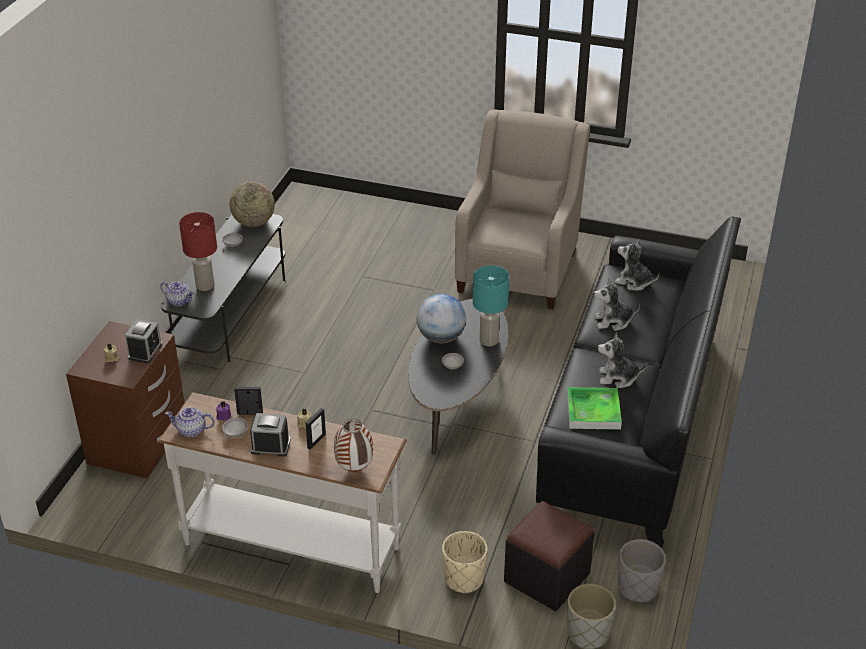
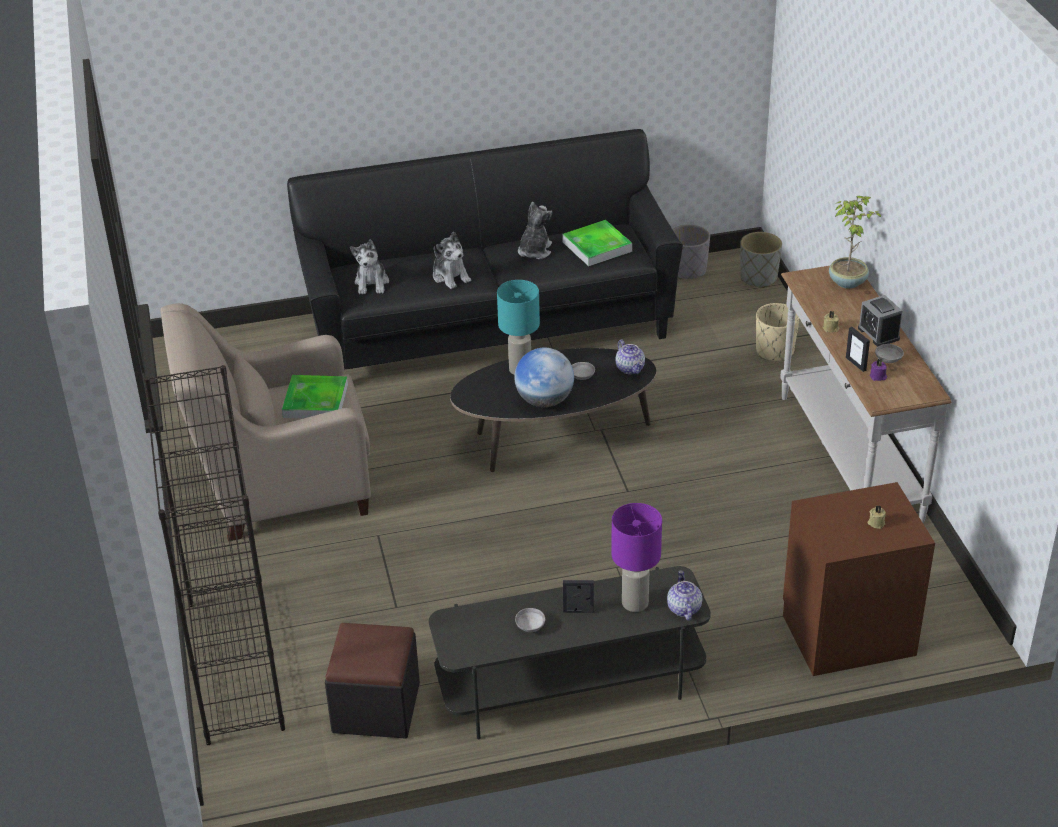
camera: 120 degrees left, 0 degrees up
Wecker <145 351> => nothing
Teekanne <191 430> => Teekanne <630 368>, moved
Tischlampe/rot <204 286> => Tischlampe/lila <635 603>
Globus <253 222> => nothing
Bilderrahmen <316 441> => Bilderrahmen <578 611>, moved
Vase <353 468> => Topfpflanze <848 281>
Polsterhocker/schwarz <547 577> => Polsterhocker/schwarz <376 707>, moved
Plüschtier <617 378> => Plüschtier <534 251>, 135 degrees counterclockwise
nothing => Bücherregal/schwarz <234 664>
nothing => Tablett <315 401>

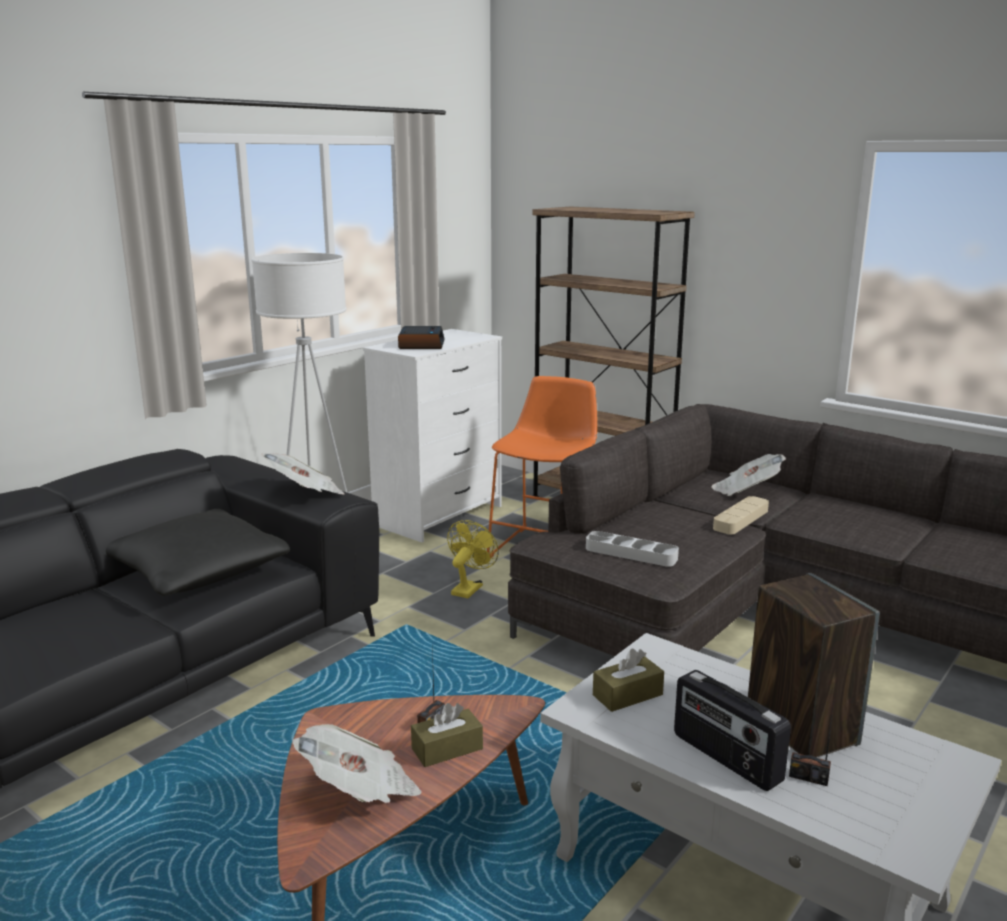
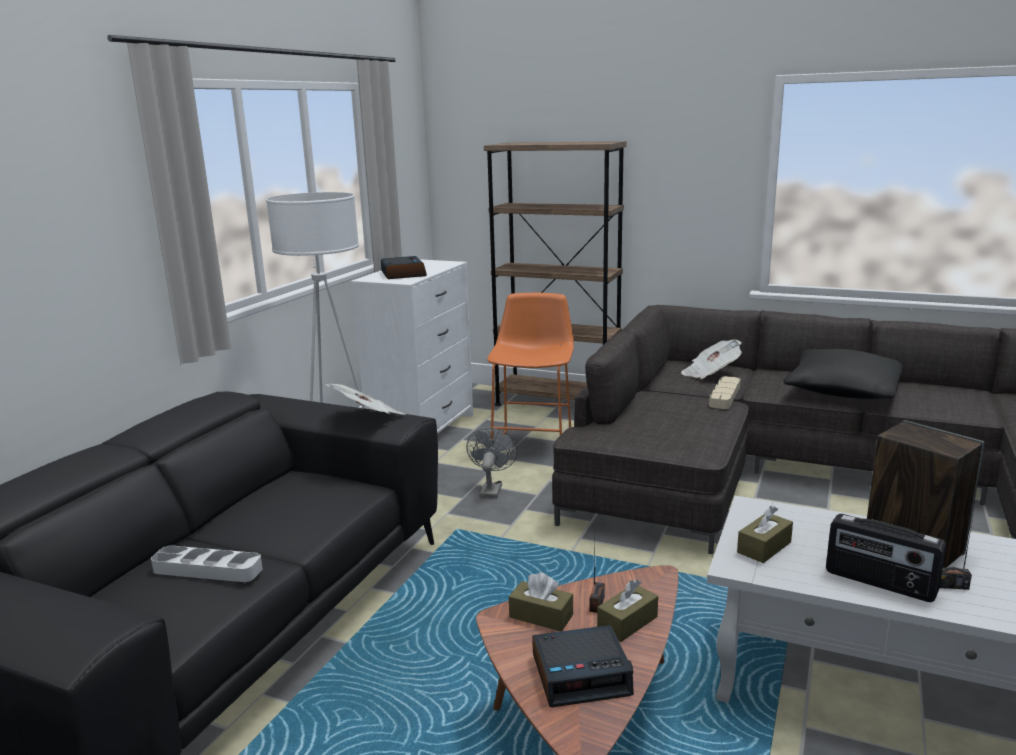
camera: 15 degrees left, 0 degrees up
Kissen/schwarz <198 573> => Kissen/schwarz <842 391>, moved
Zeitung <360 791> => Wecker <582 674>
Ventilator/gelb <469 588> => Ventilator/grau <491 489>
Tablett/grau <631 553> => Tablett/grau <207 569>, moved
nothing => Taschentuchbox/braun <541 616>

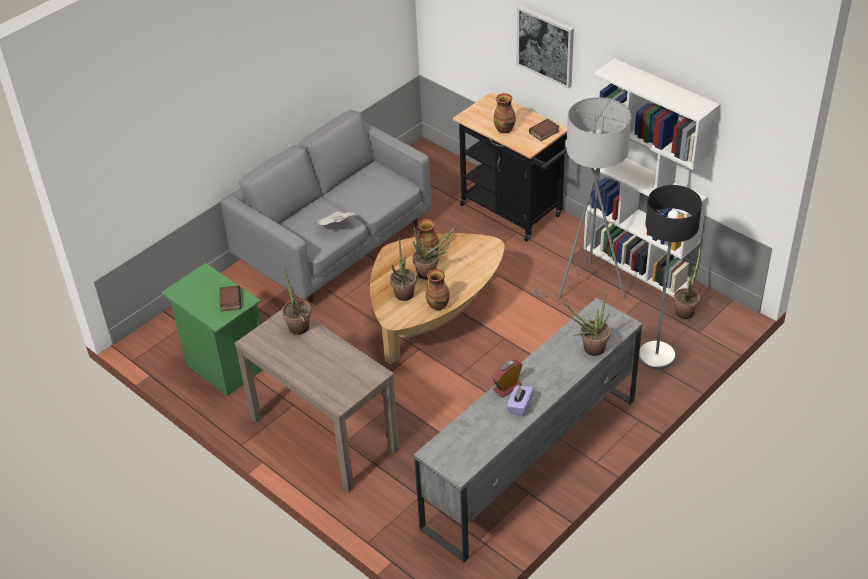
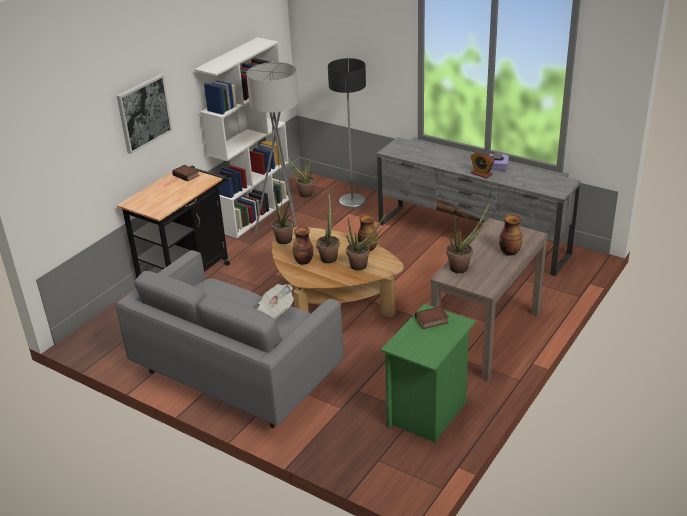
camera: 100 degrees left, 10 degrees down
Vase <504 129> => Vase <509 252>, moved
Topfpflanze <589 349> => Topfpflanze <285 242>, moved

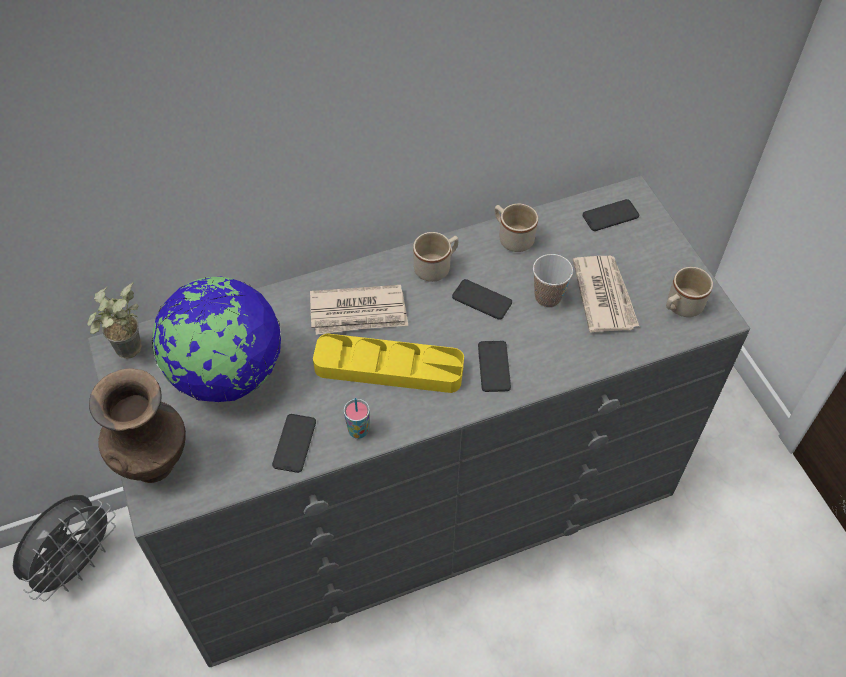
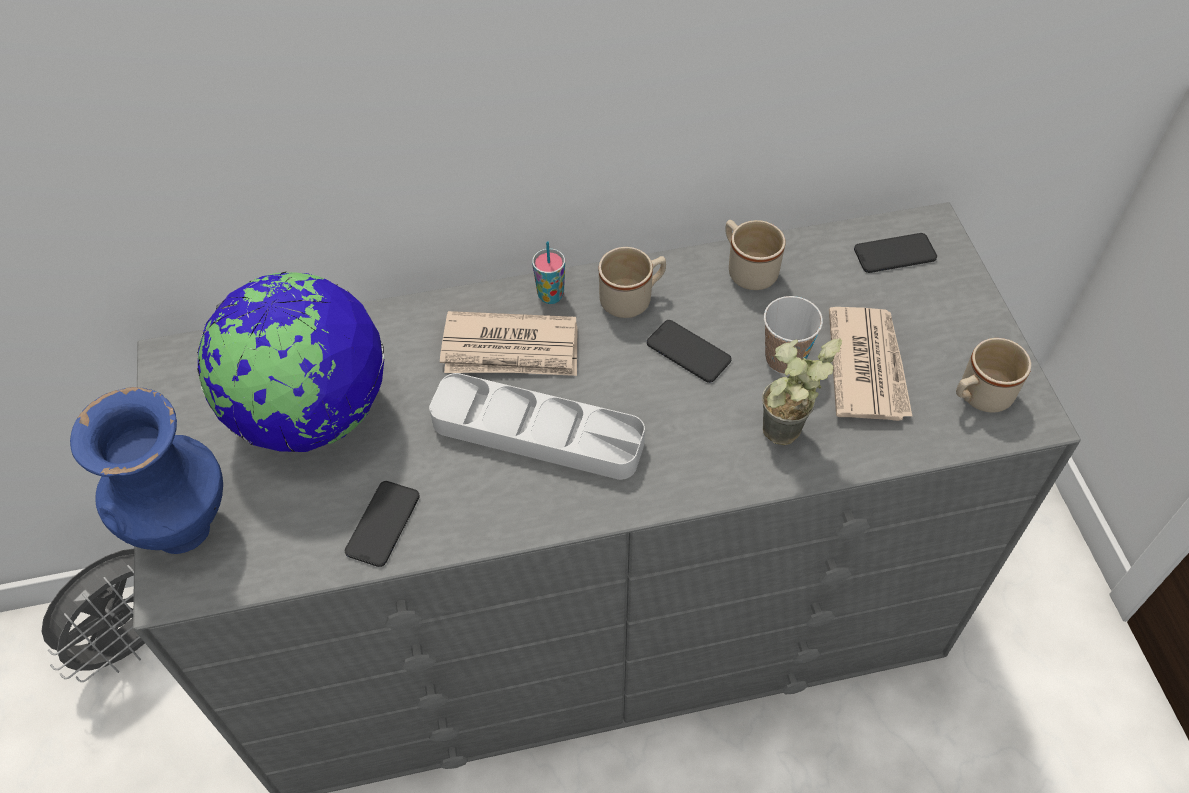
camera: 10 degrees right, 0 degrees up
Topfpflanze <129 355> => Topfpflanze <782 440>, moved
Vase/braun <154 462> => Vase/blau <184 525>
Tablett/gelb <389 368> => Tablett/grau <537 433>
Tasse <358 431> => Tasse <551 295>, moved
Handy <494 366> => nothing

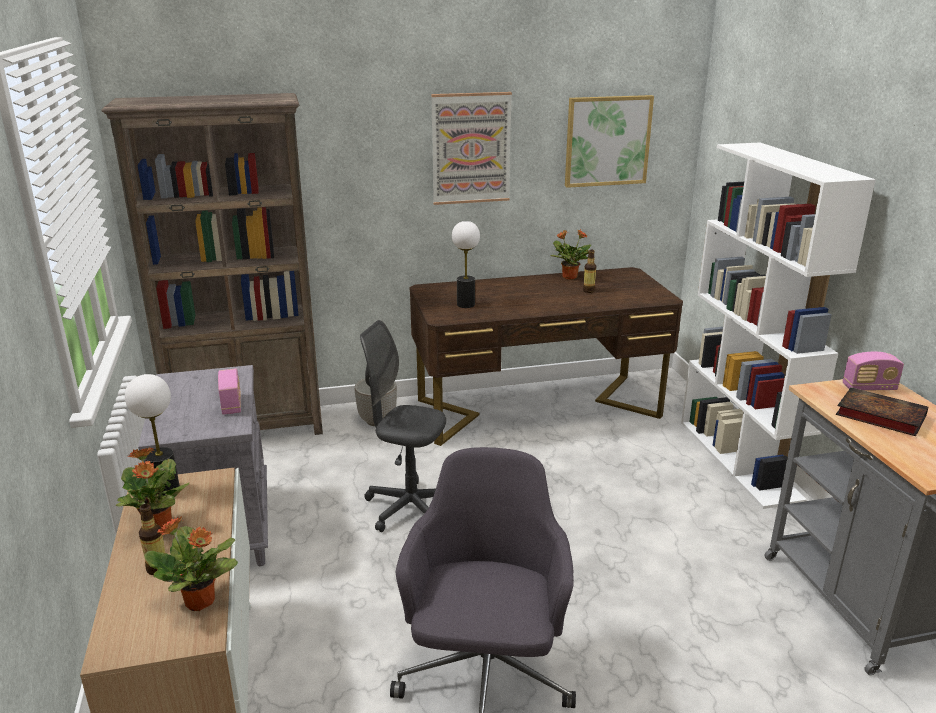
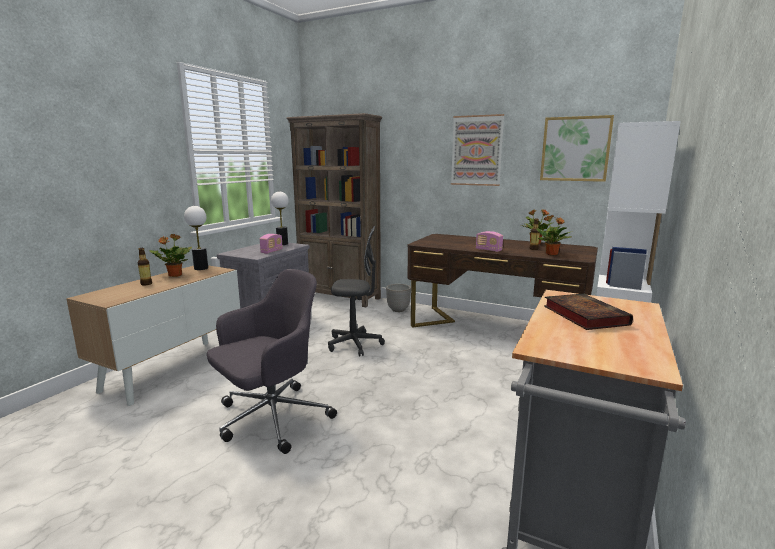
camera: 40 degrees right, 10 degrees down
Topfpflanze <200 602> => Topfpflanze <552 254>, moved
Bürostuhl/grau <409 508> => Bürostuhl/grau <355 344>, 120 degrees clockwise
Tischlampe <465 304> => Tischlampe <282 244>, moved
Radio <869 388> => Radio <488 250>, moved

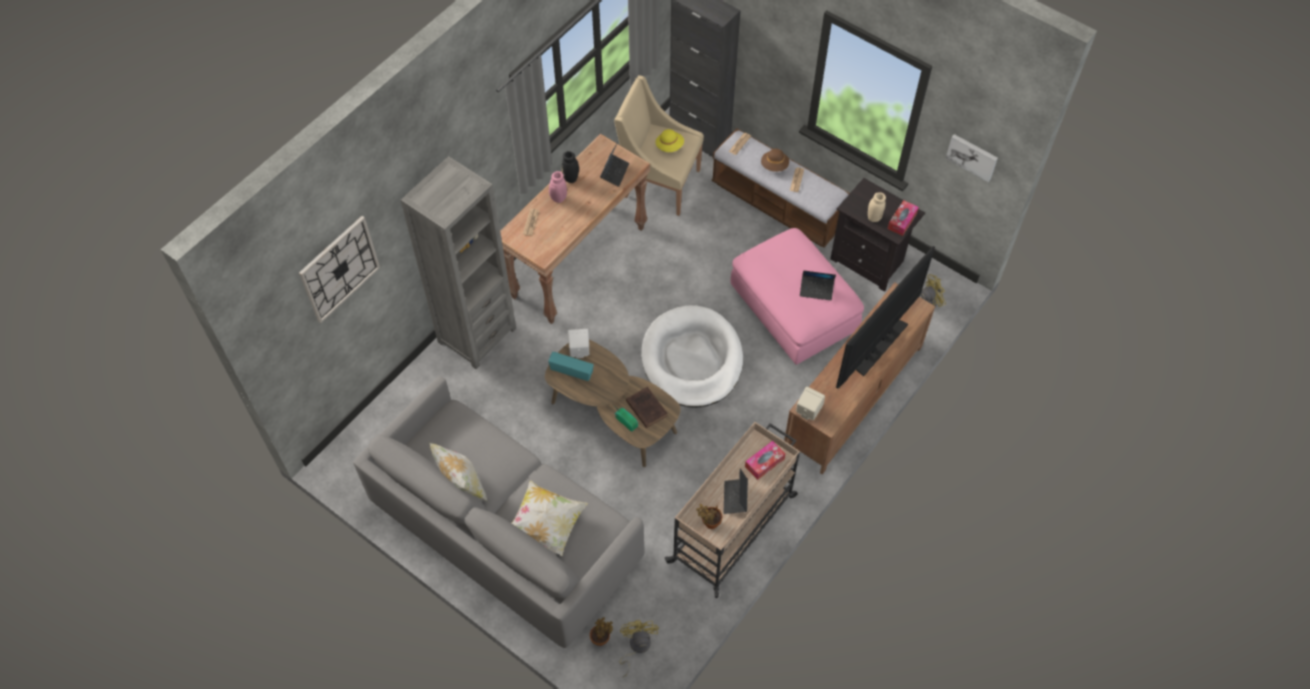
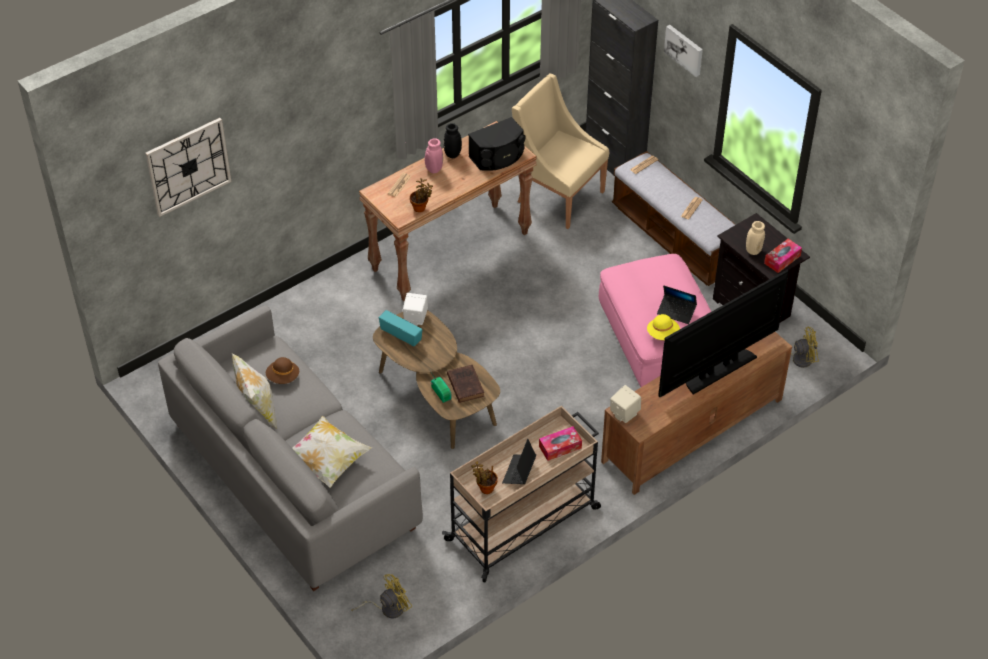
camera: 15 degrees right, 10 degrees down
Bücherregal/grau <477 335> => nothing
Topfpflanze <601 639> => Topfpflanze <420 207>, moved
Laptop <614 172> => Lautsprecher/schwarz <498 157>
Ventilator/gelb <636 647> => Ventilator/gelb <387 608>, 45 degrees clockwise
Hundebett/weiß <692 359> => nothing
Hut/gelb <669 146> => Hut/gelb <663 334>, moved
Hut/braun <774 166> => Hut/braun <283 377>, moved
Bild <972 156> => Bild <684 50>, moved

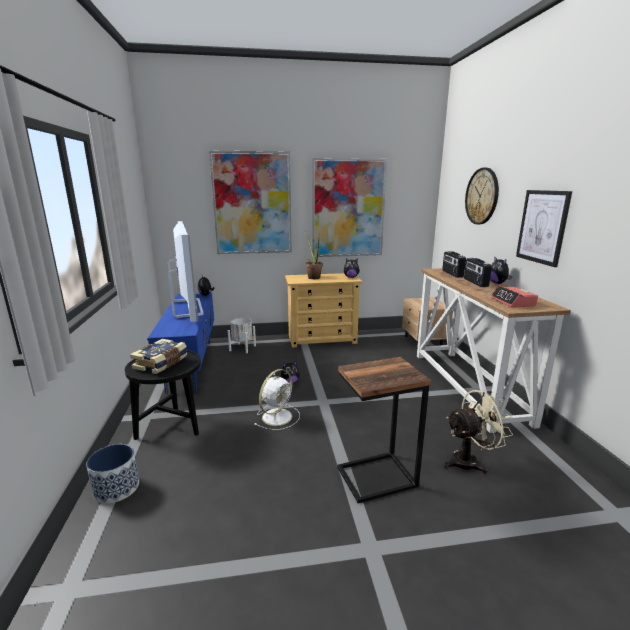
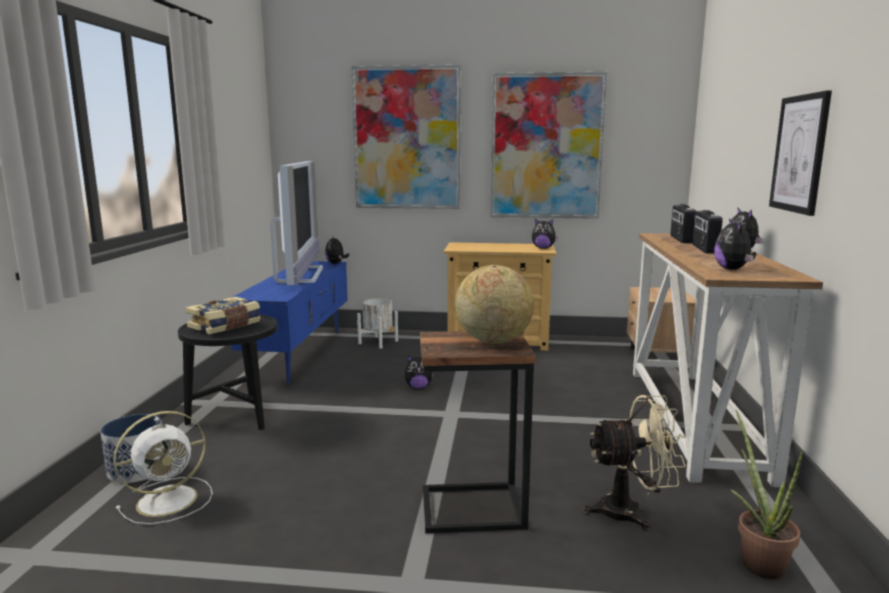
camera: 15 degrees right, 5 degrees down
Ventilator/weiß <278 416> => Ventilator/weiß <170 500>, moved
Topfpflanze <312 277> => Topfpflanze <757 561>, moved
Wanduhr <482 196> => nothing
Wecker <513 302> => Plüschtier <733 269>
nothing => Globus <493 341>

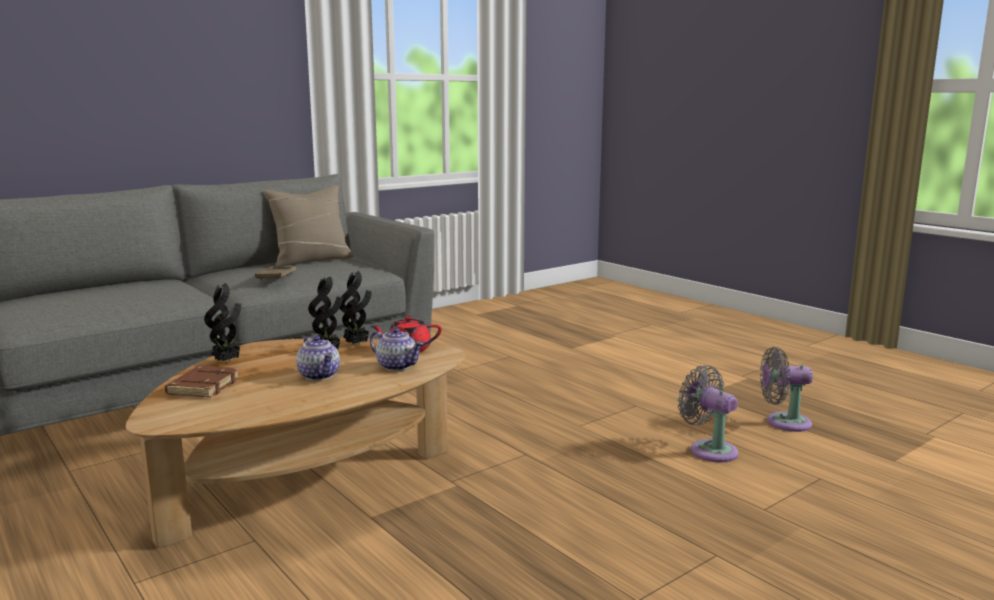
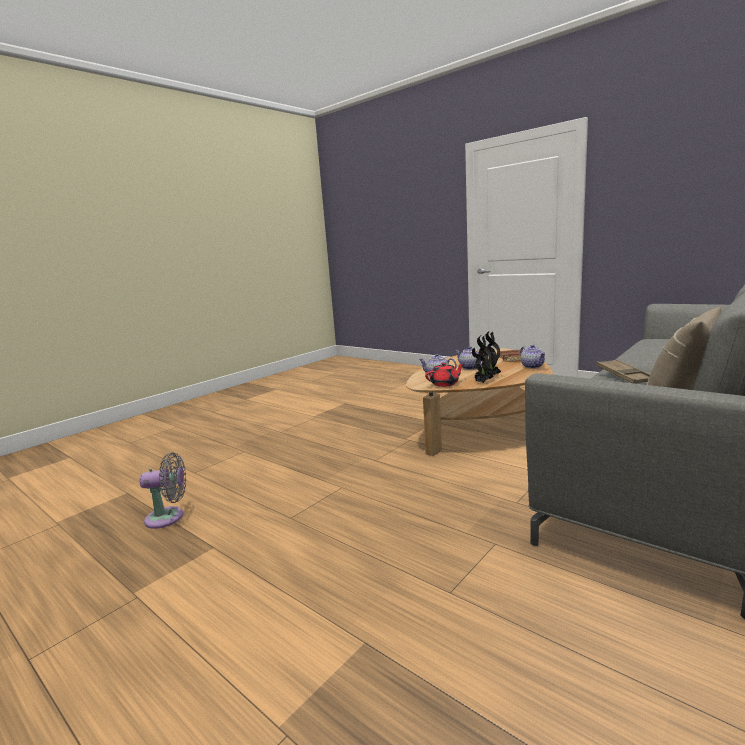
camera: 170 degrees right, 0 degrees up
Topfpflanze <227 361> => Teekanne <533 366>
Ventilator/grau <709 450> => nothing

